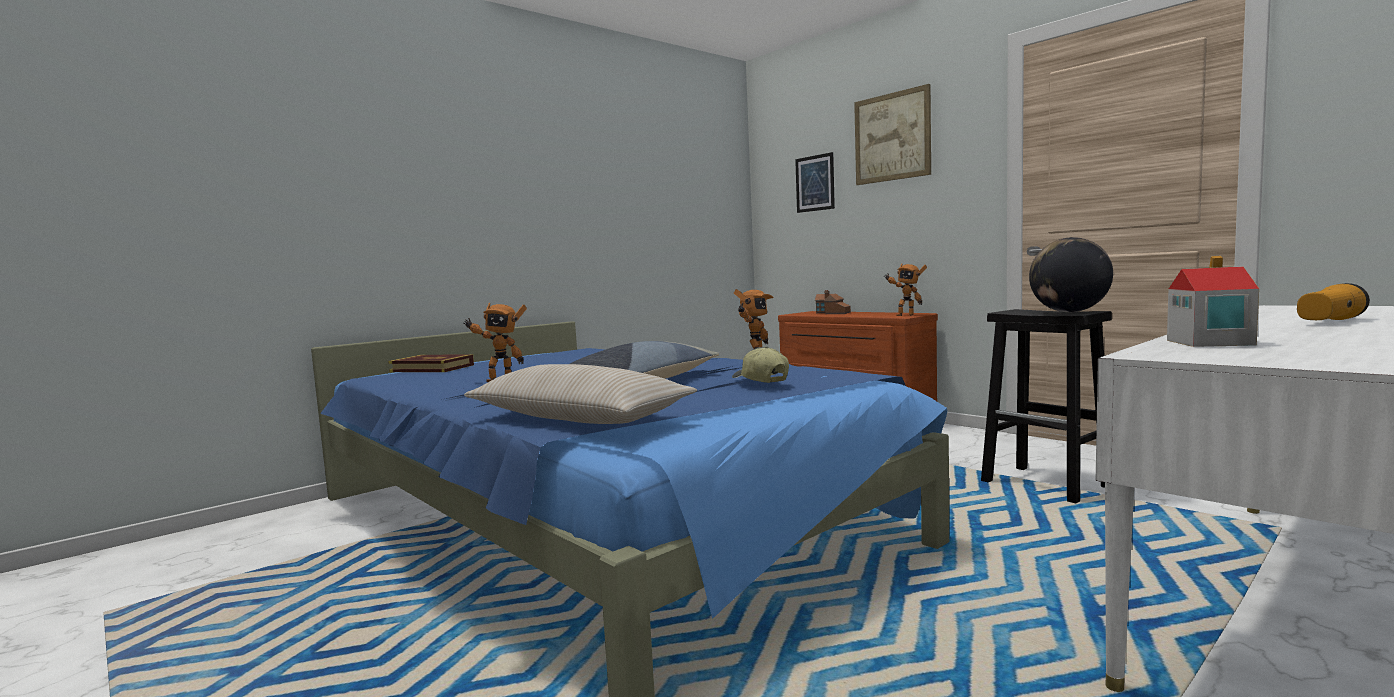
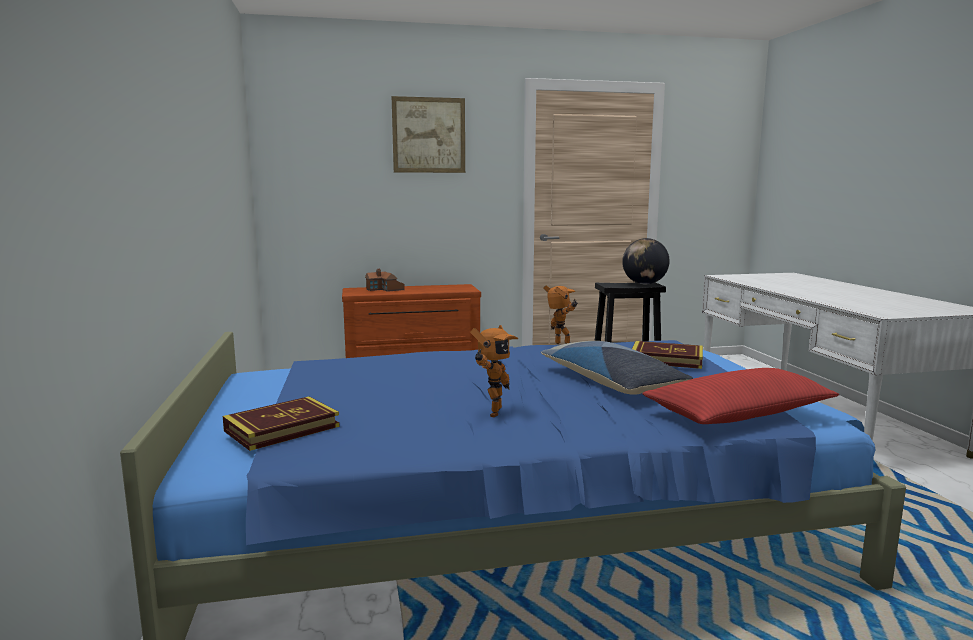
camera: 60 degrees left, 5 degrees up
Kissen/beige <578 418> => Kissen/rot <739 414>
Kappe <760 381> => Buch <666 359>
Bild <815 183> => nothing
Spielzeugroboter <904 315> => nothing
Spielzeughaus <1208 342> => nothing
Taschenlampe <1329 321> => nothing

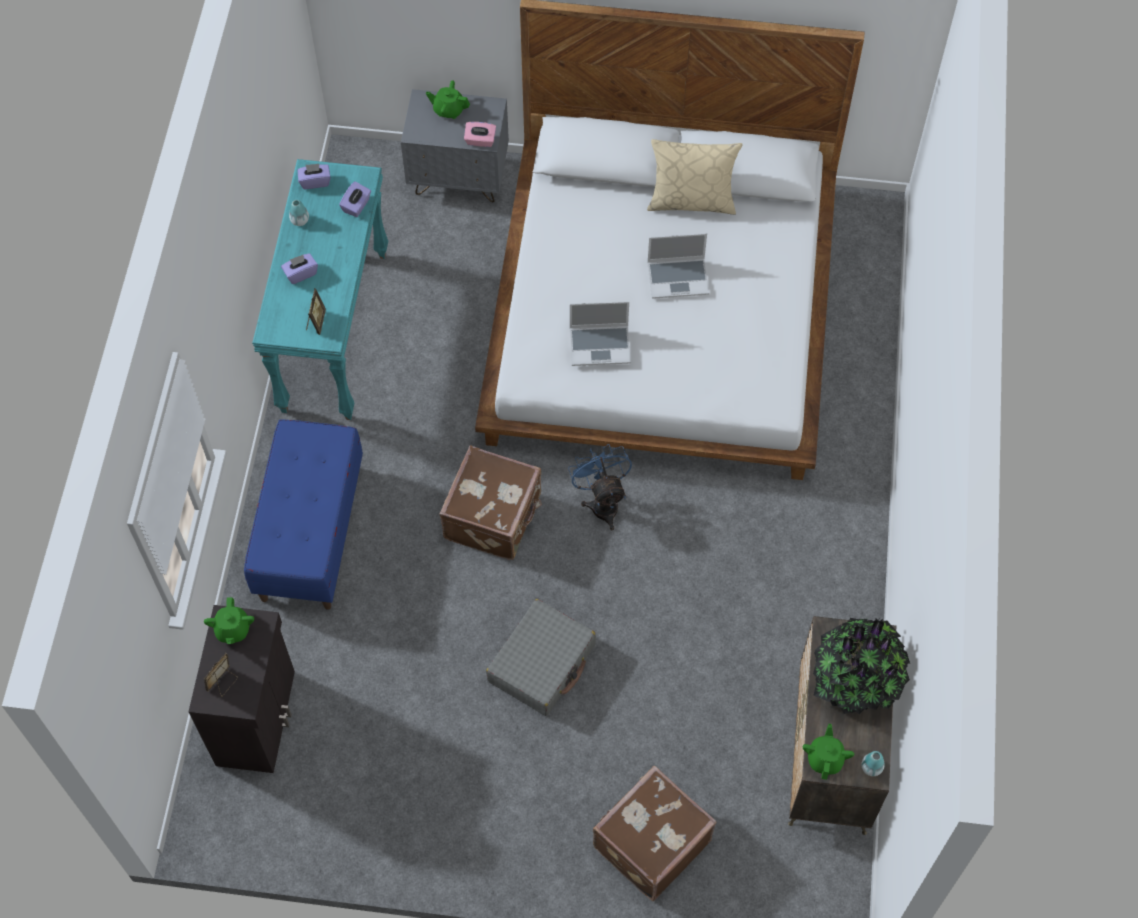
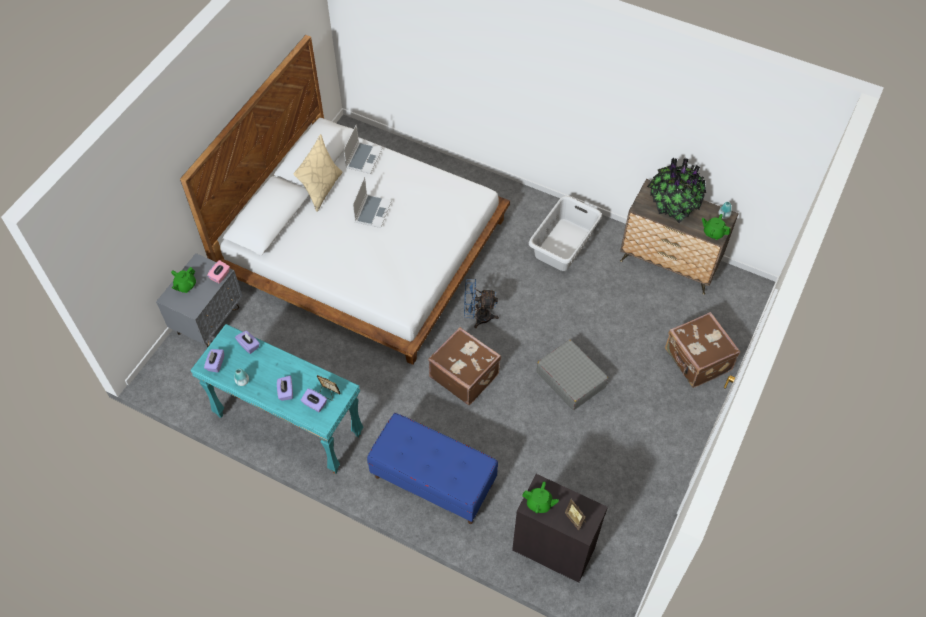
camera: 70 degrees left, 5 degrees down
Laptop <600 345> => Laptop <363 158>, moved
nothing => Taschentuchbox/lila <314 404>
nothing => Wäschekorb/grau <564 244>

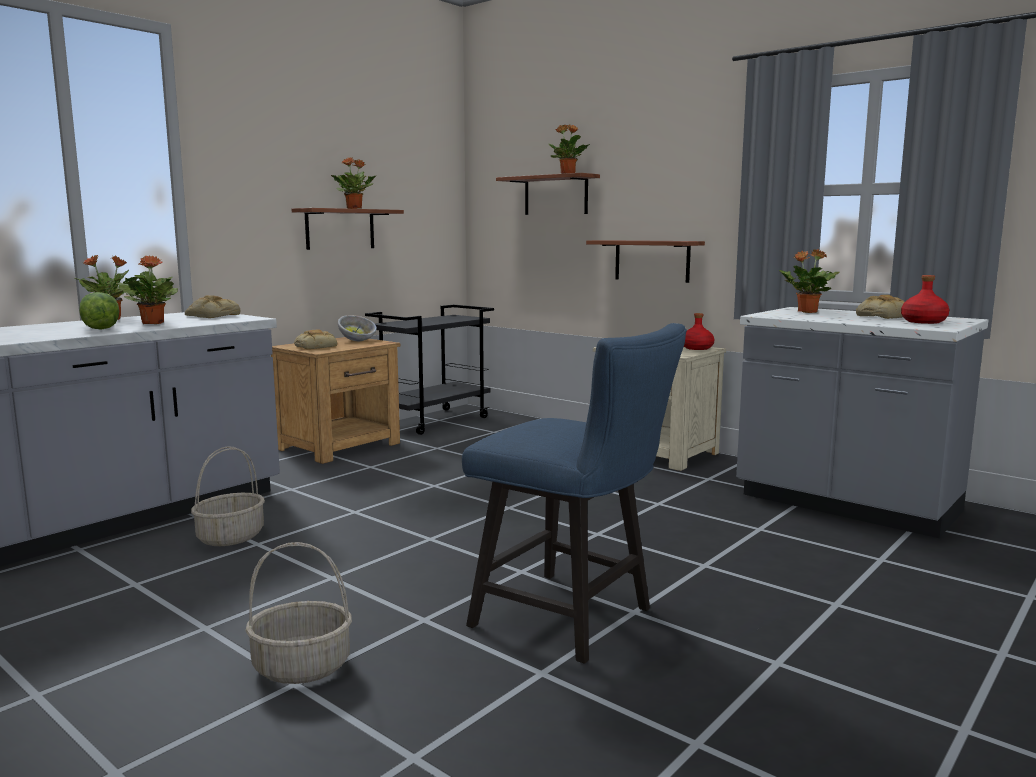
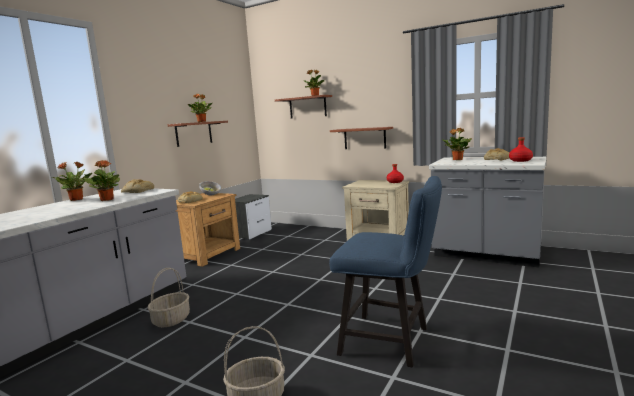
camera: 10 degrees left, 0 degrees up
Salatkopf <100 328> => nothing
Rollwagen/schwarz <434 421> => Nachttisch <252 233>

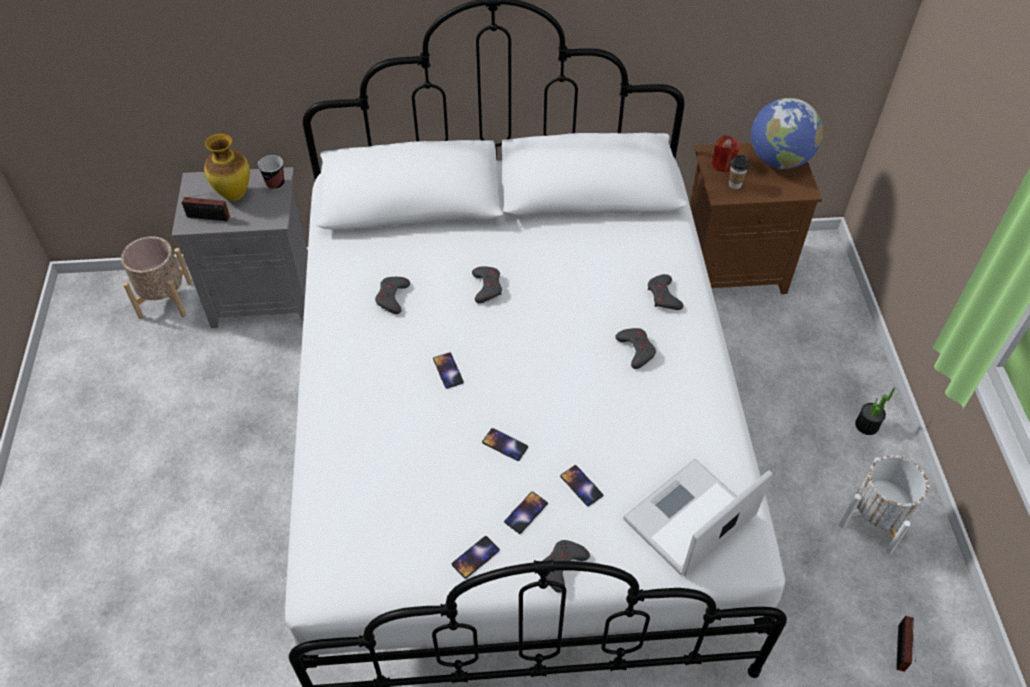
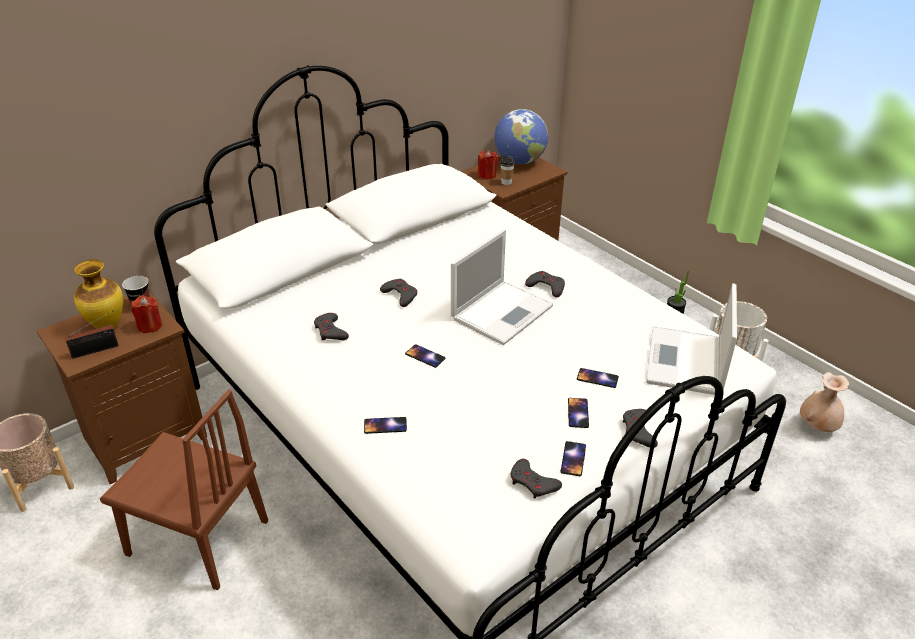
camera: 35 degrees left, 15 degrees down
Nachttisch/grau <265 295> => Nachttisch/braun <145 436>
Handy <505 445> => Handy <385 426>, moved
Gamepad/grau <663 296> => Gamepad/grau <533 483>, moved
Radio <900 650> => Vase/beige <817 426>
nothing => Stuhl/braun <197 537>
nothing => Kerze/rot <150 326>
nothing => Laptop <502 311>

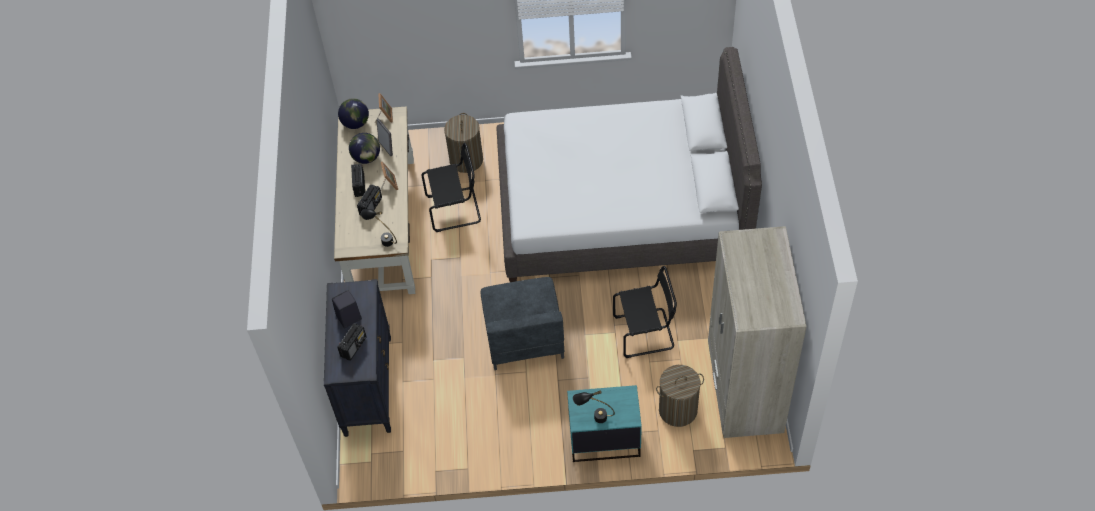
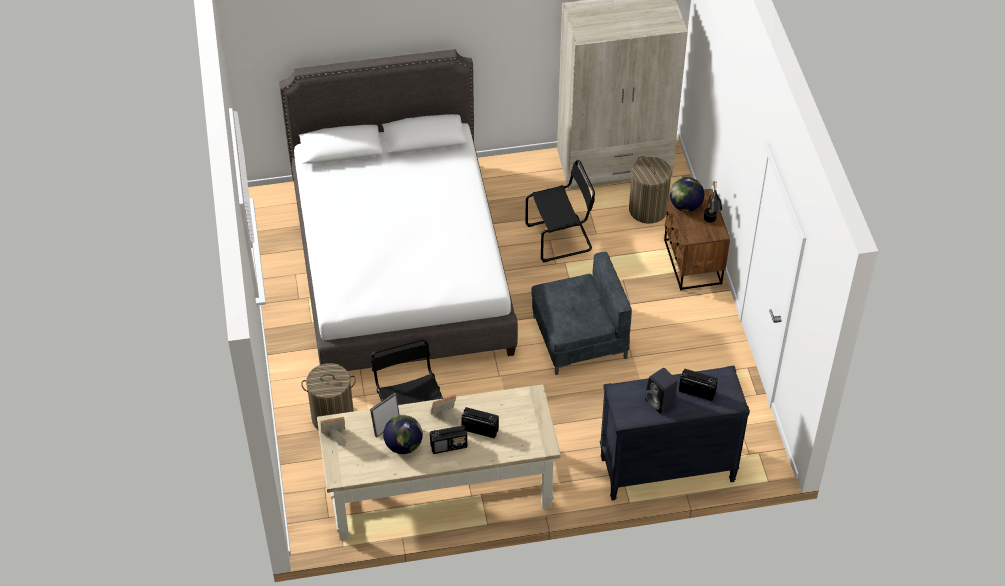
camera: 100 degrees left, 5 degrees down
Globus <356 123> => Globus <685 206>, moved
Tischlampe/schwarz <382 239> => nothing
Nachttisch/türkis <604 439> => Nachttisch/braun <692 262>
Stuhl/schwarz <646 332> => Stuhl/schwarz <561 237>, 90 degrees clockwise

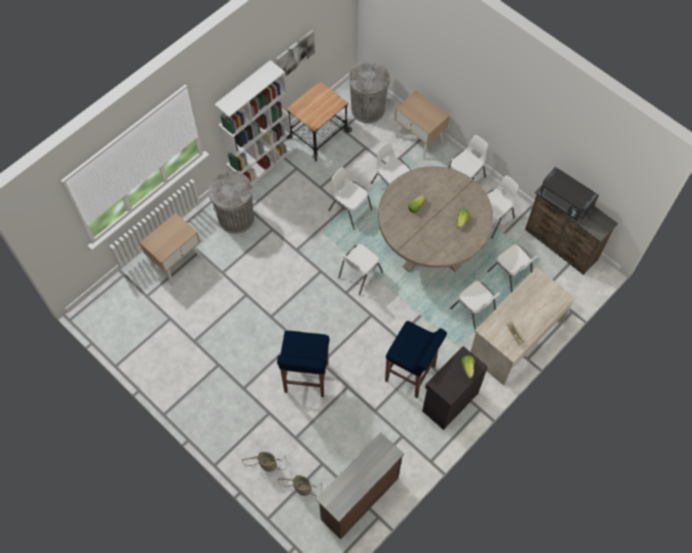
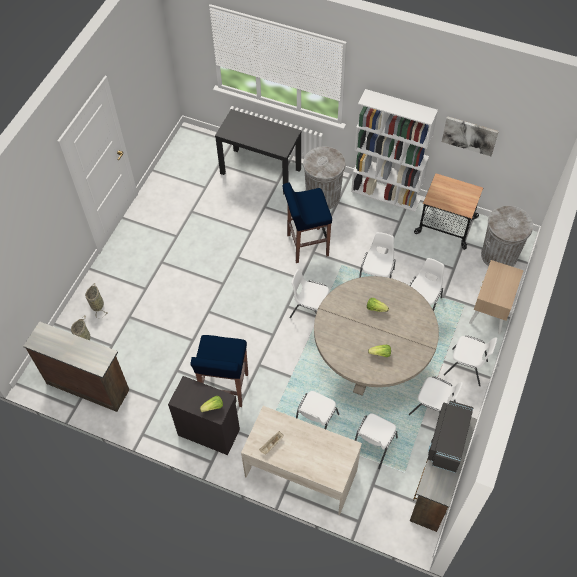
camera: 70 degrees right, 5 degrees down
Nachttisch/beige <176 261> => Konsolentisch/schwarz <261 171>
Hocker/blau <306 378> => Hocker/blau <306 245>, moved

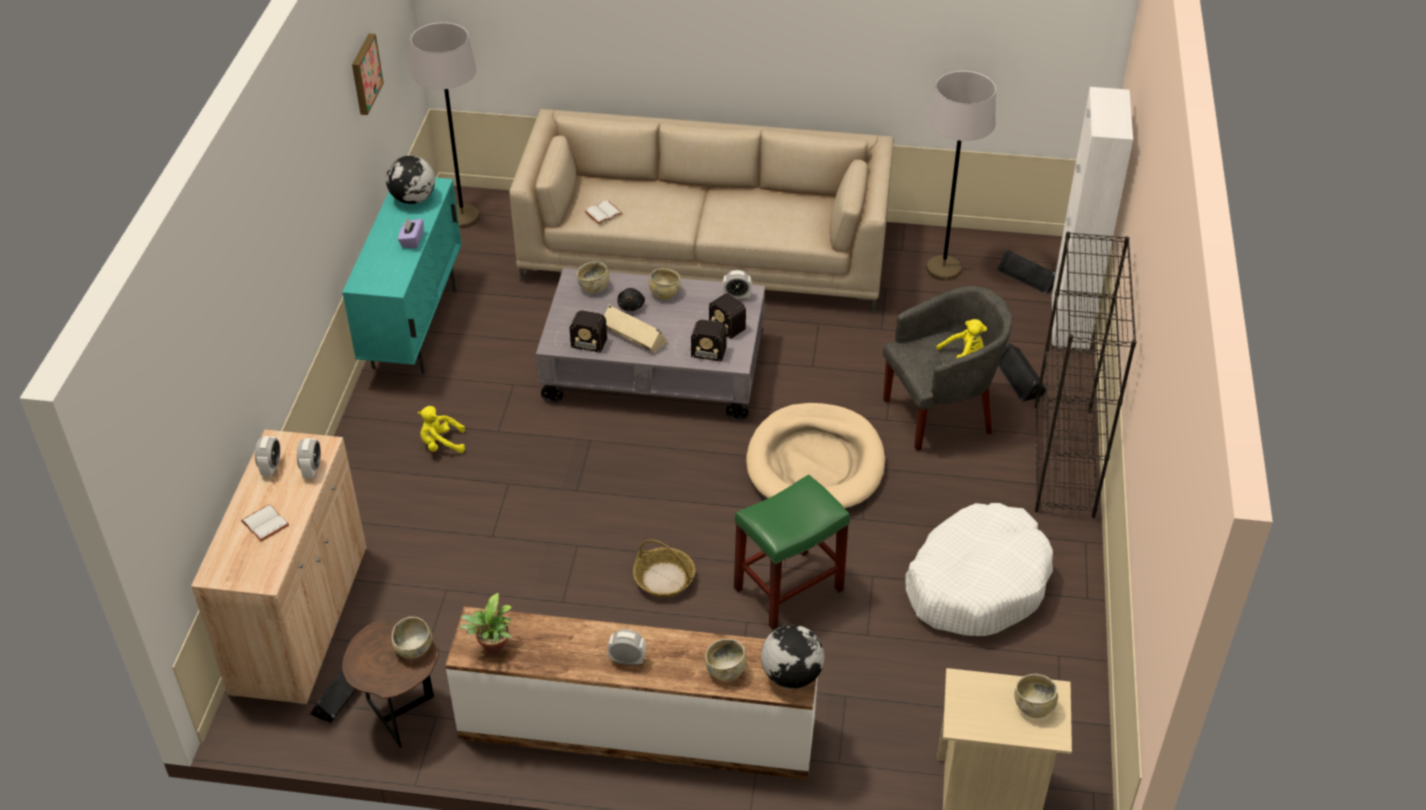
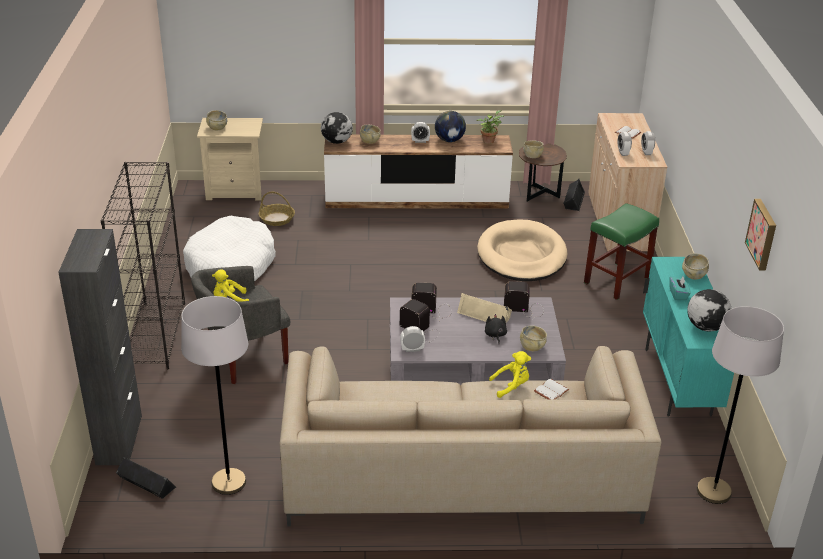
camera: 170 degrees right, 10 degrees down
Taschentuchbox/lila <412 240> => Taschentuchbox/türkis <678 294>
Plüschtier/gelb <441 444> => Plüschtier/gelb <511 386>, moved
Korb <663 579> => Korb <277 219>, moved
Schüssel/beige <664 293> => Schüssel/beige <693 275>, moved
Hocker/grün <788 590> => Hocker/grün <617 280>, moved
Hundebett/beige <815 464> => Hundebett/beige <521 255>, moved
Lautsprecher/schwarz <1021 378> => nothing
Schrank/weiß <1070 322> => Schrank/schwarz <119 440>
nothing => Globus <449 140>

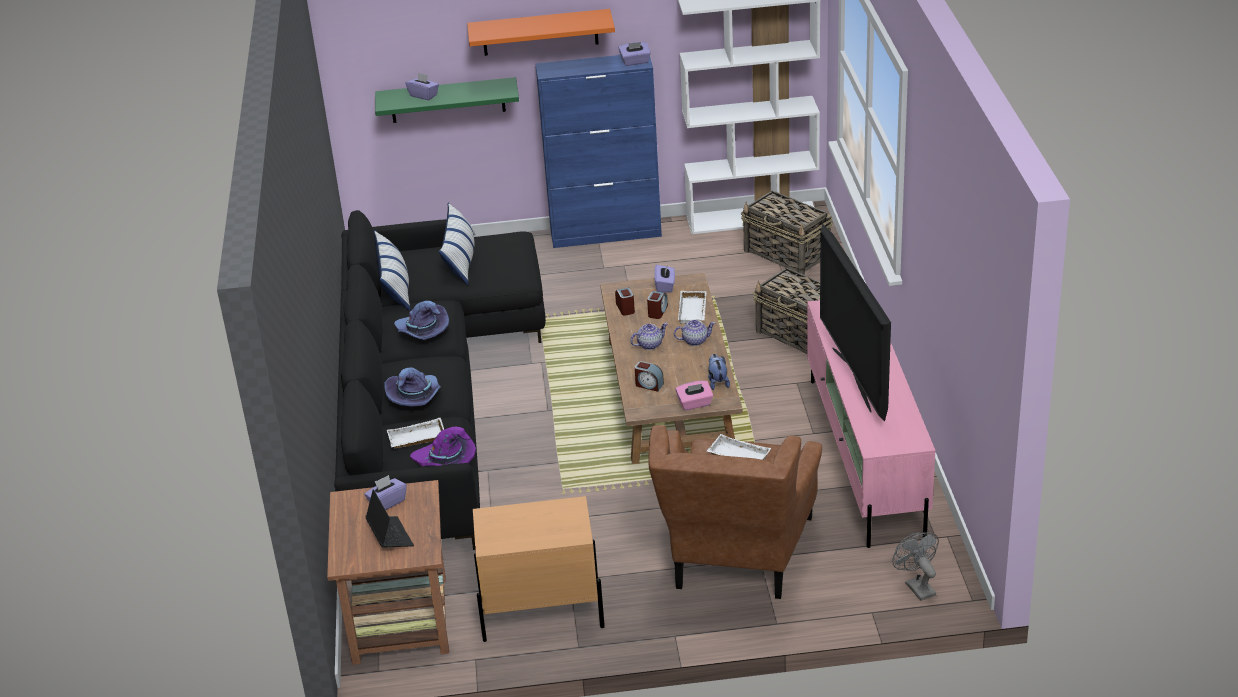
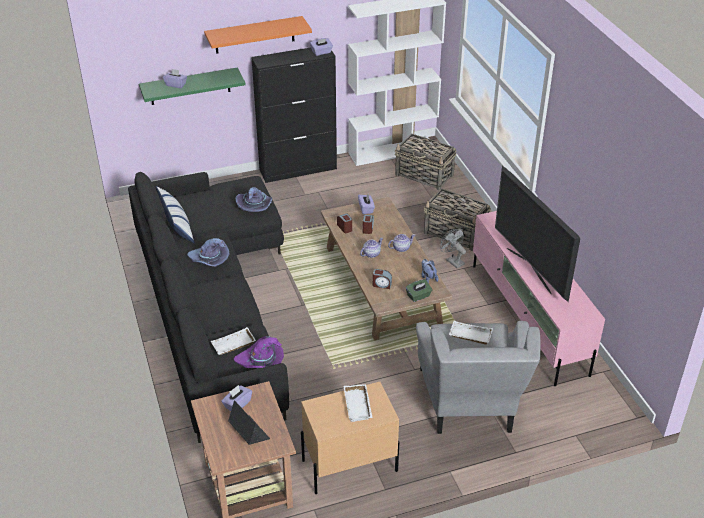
camera: 15 degrees left, 5 degrees up
Hut/lila <416 397> => Hut/lila <255 206>, moved
Kissen <460 260> => nothing
Schrank/blau <606 233> => Schrank/schwarz <298 169>
Sessel/braun <735 561> => Sessel/grau <470 407>
Taschentuchbox/rosa <695 404> => Taschentuchbox/grün <418 296>
Tablett/weiß <694 311> => Tablett/weiß <359 406>, moved
Ventilator/grau <916 586> => Ventilator/grau <452 261>, moved

